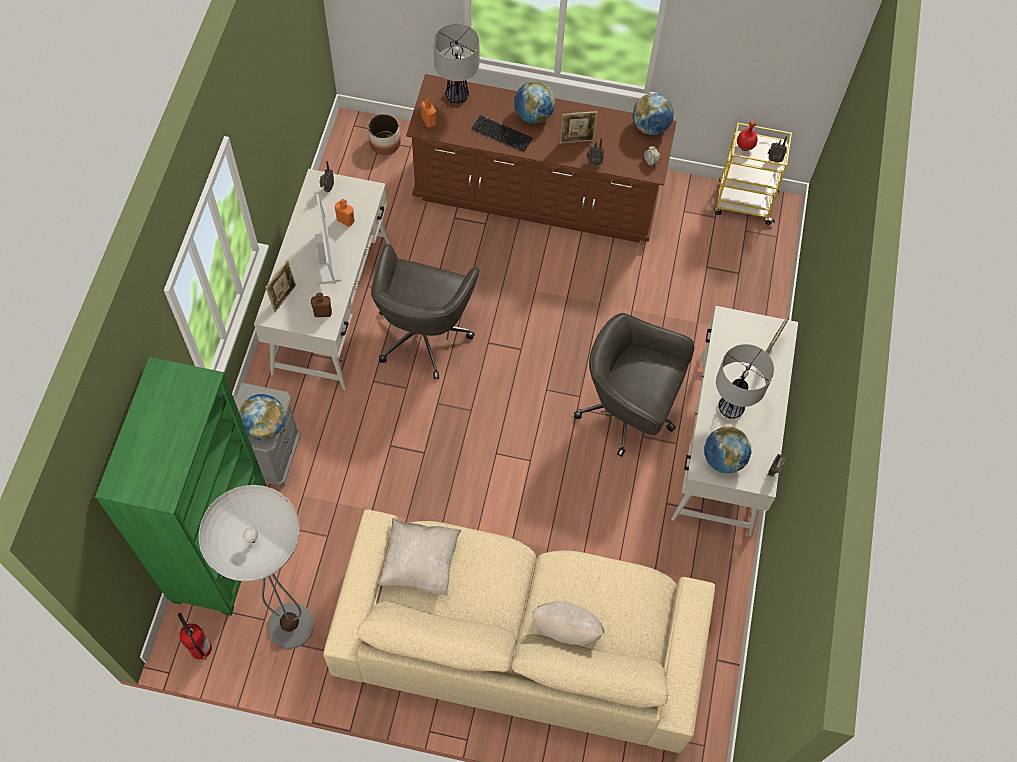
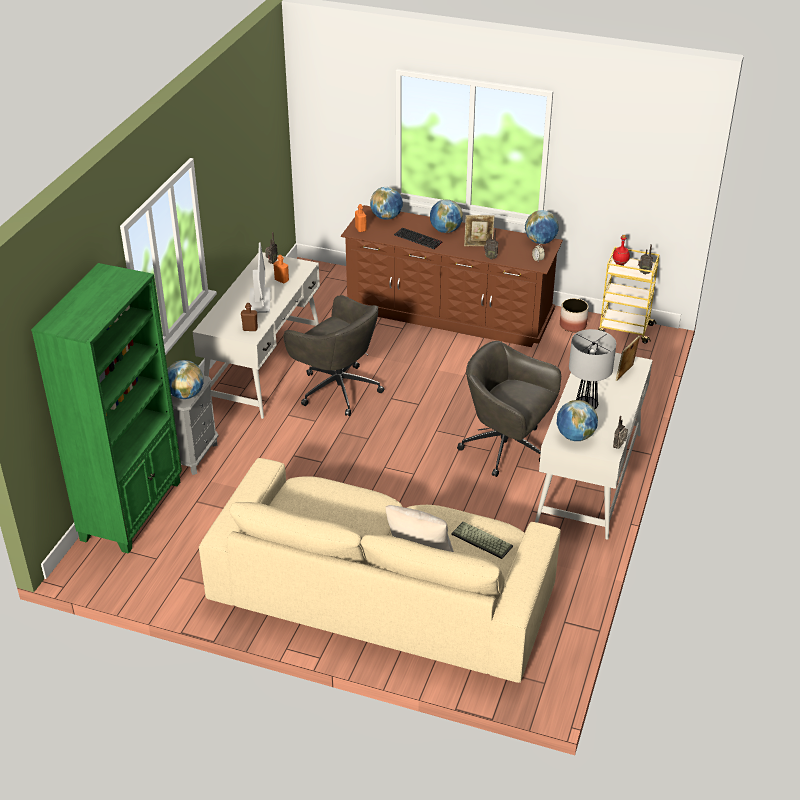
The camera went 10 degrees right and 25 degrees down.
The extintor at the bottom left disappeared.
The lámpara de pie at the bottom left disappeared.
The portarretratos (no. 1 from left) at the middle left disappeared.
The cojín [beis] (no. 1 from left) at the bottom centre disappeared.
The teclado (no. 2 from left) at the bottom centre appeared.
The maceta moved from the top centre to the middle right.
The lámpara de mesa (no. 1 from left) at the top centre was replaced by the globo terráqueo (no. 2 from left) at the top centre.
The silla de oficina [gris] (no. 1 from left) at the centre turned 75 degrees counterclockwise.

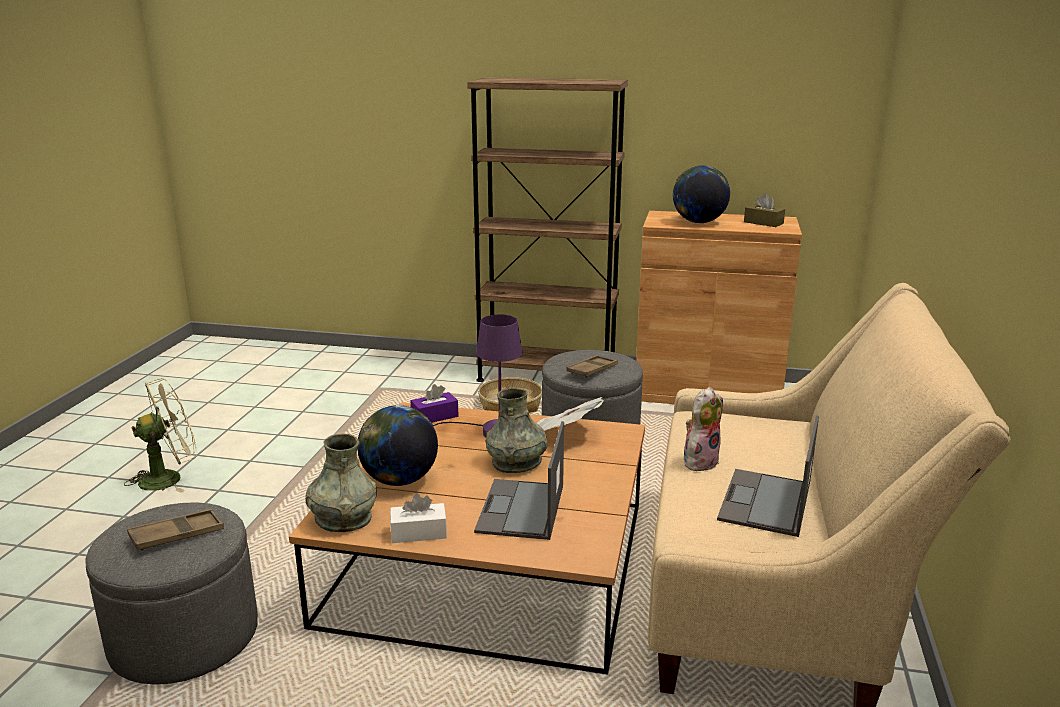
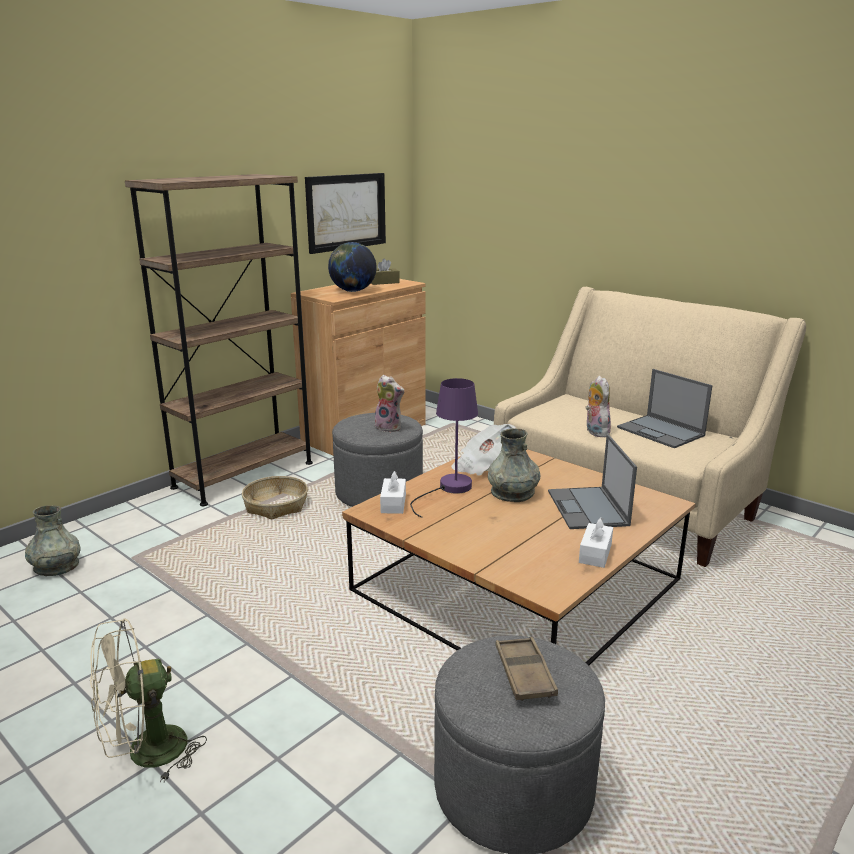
The camera went 60 degrees left and 0 degrees up.
The globo terráqueo (no. 1 from left) at the centre disappeared.
The cuadro at the top centre appeared.
The florero [gris] (no. 1 from left) moved from the bottom left to the middle left.
The bandeja [marrón] (no. 2 from left) at the centre was replaced by the peluche (no. 1 from left) at the centre.
The caja de pañuelos [morado] at the centre became the caja de pañuelos [blanco] (no. 1 from left) at the centre.
The ventilador [beis] at the middle left turned 120 degrees counterclockwise.
The portátil (no. 1 from left) at the bottom centre turned 45 degrees clockwise.

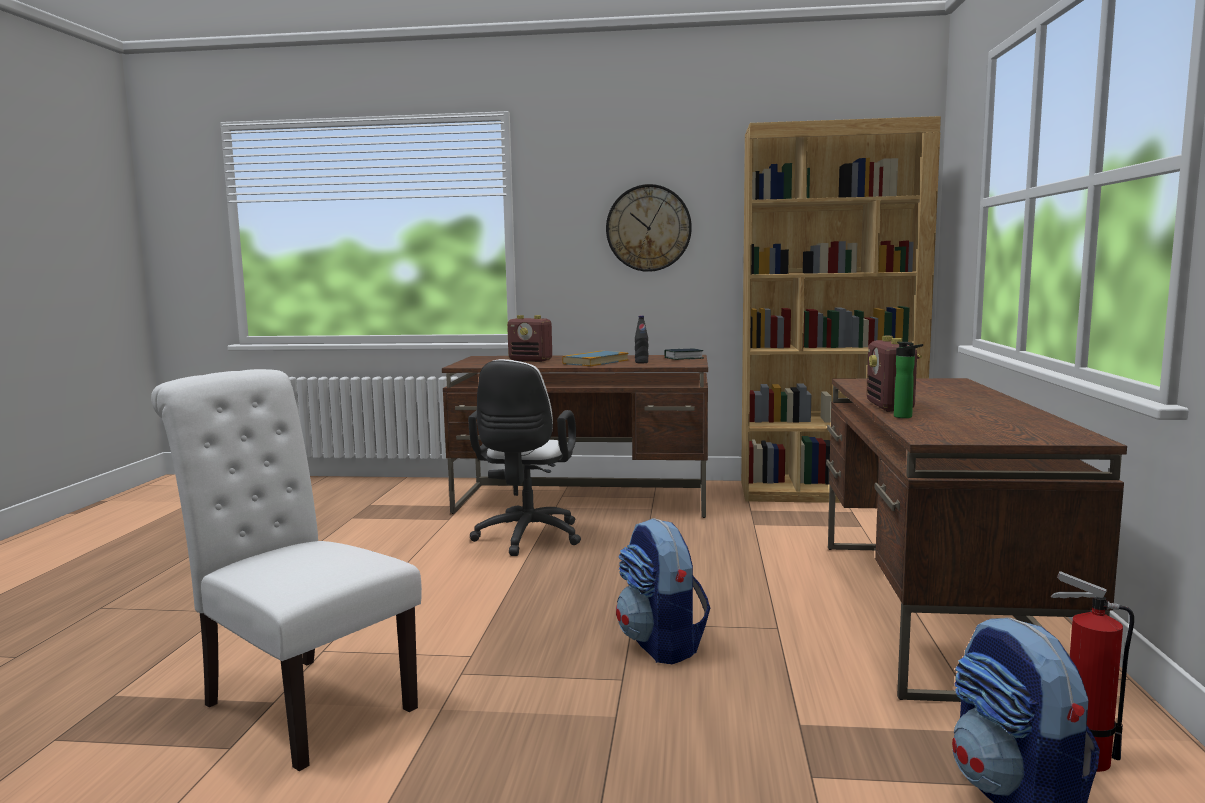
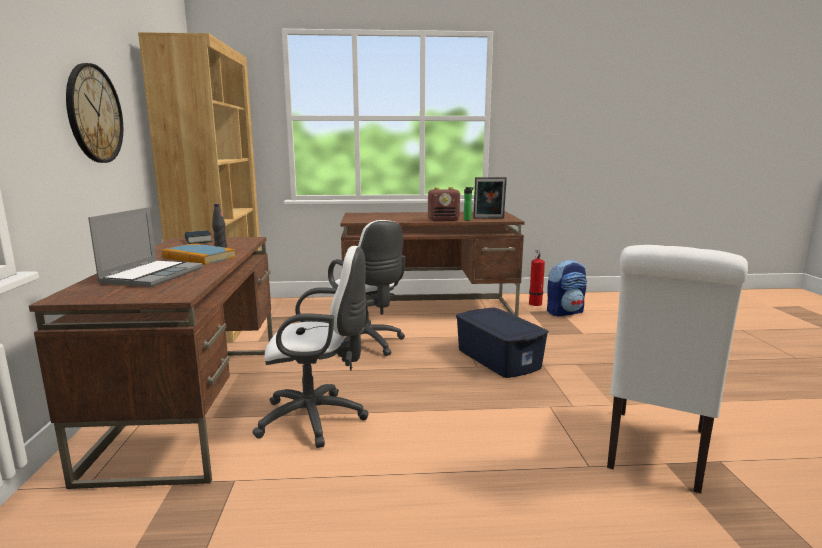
The camera went 100 degrees left and 5 degrees up.
The silla de oficina [blanco] (no. 2 from left) at the centre appeared.
The portarretratos at the centre appeared.
The radio (no. 1 from left) at the centre was replaced by the portátil at the middle left.
The mochila (no. 1 from left) at the bottom centre was replaced by the caja de almacenaje [azul] at the centre.

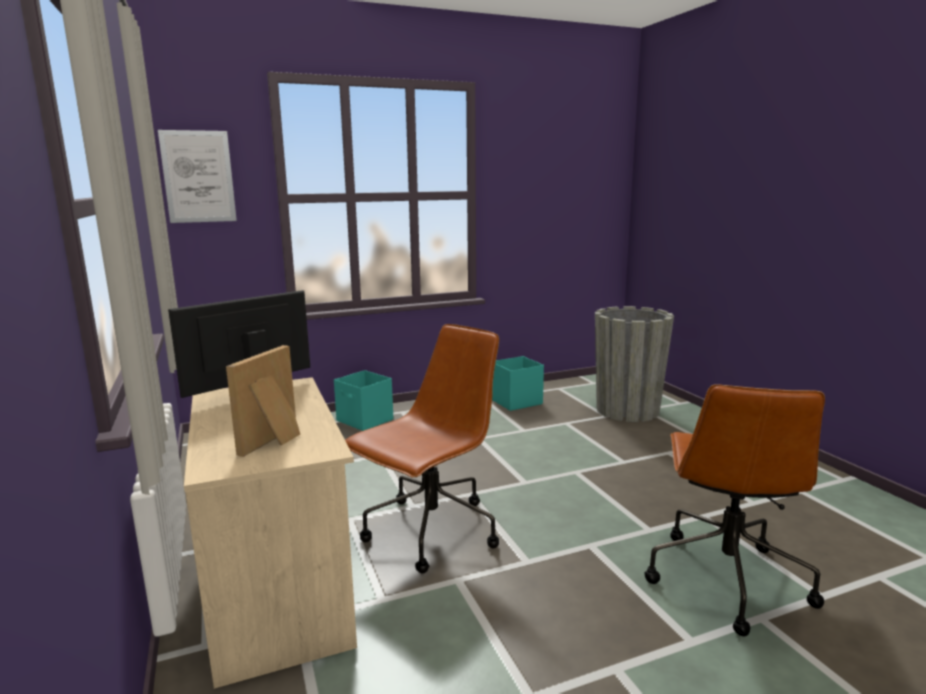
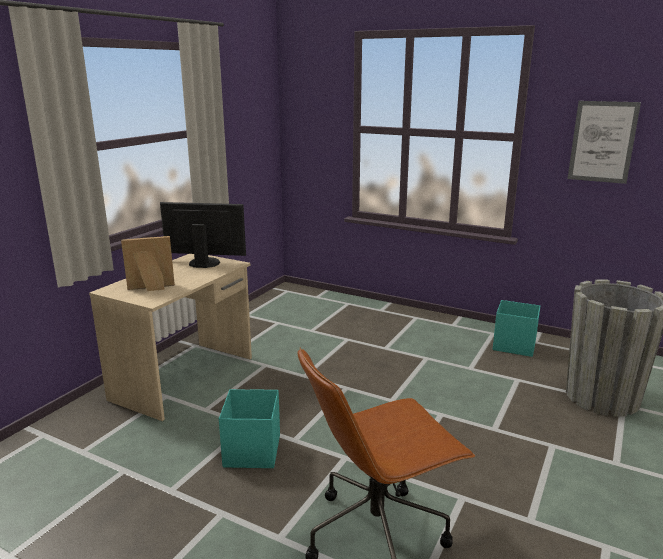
The camera went 50 degrees right and 5 degrees up.
The silla de oficina [marrón] (no. 1 from left) at the centre disappeared.
The cuadro moved from the top left to the top right.
The caja de almacenaje [turquesa] (no. 1 from left) moved from the centre to the bottom centre.

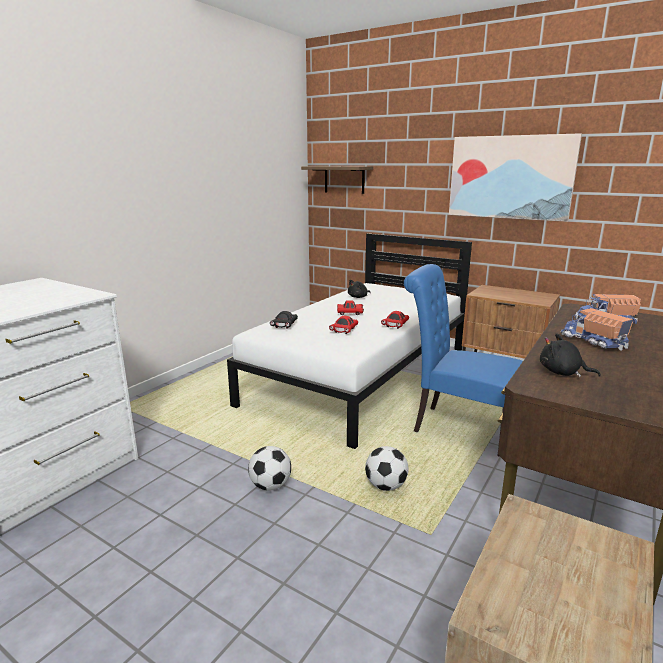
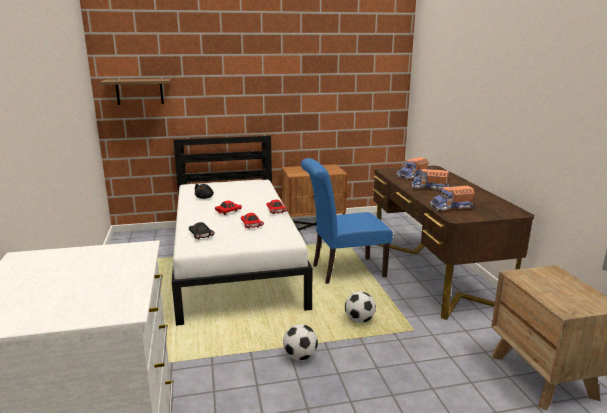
The camera went 45 degrees left and 0 degrees up.
The cuadro at the top right disappeared.
The peluche [negro] (no. 2 from left) at the middle right was replaced by the camión de juguete (no. 3 from left) at the middle right.

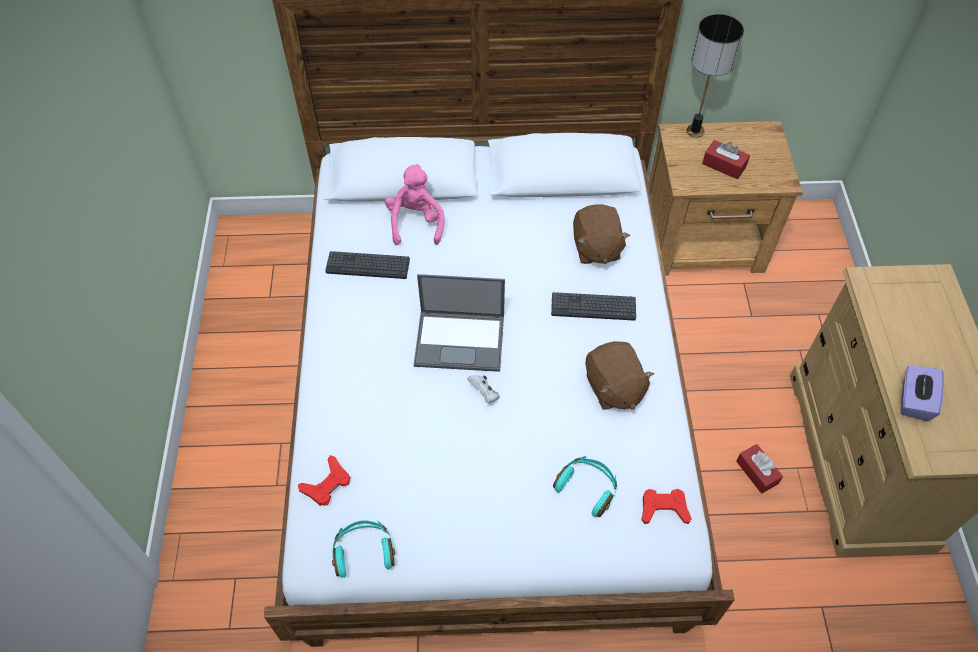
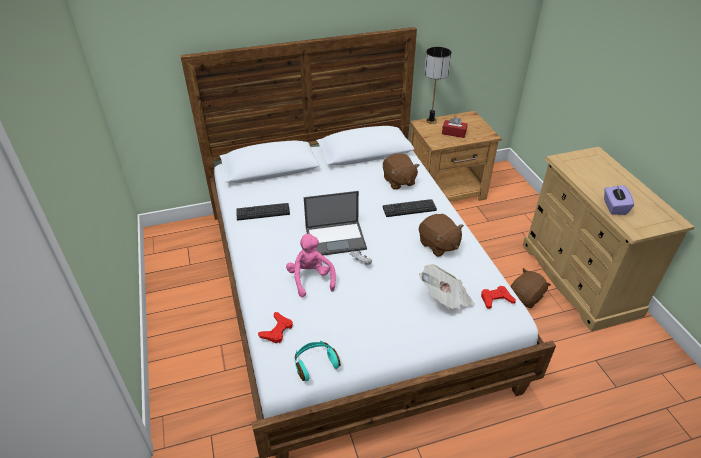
The camera went 15 degrees left and 15 degrees down.
The peluche [rosa] moved from the top centre to the centre.
The auriculares [turquesa] (no. 2 from left) at the bottom centre was replaced by the periódico at the centre.
The caja de pañuelos [rojo] (no. 2 from left) at the bottom right was replaced by the peluche [marrón] (no. 3 from left) at the middle right.

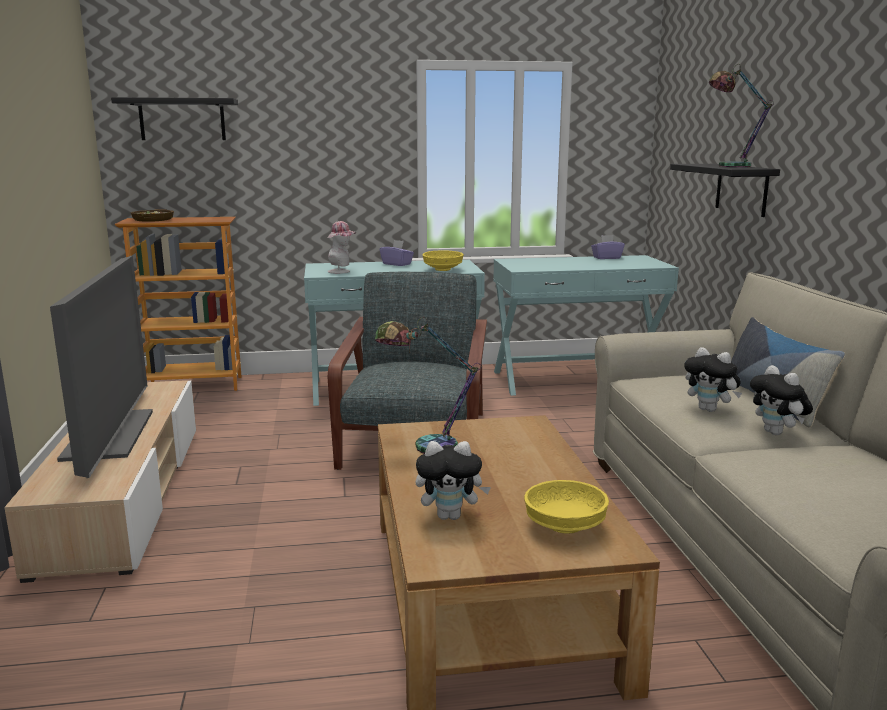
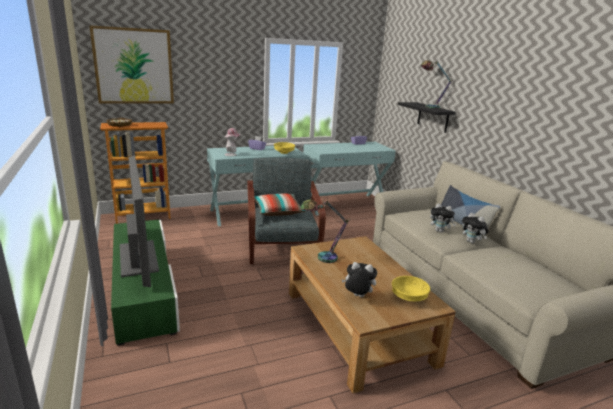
The camera went 15 degrees left and 5 degrees up.
The cojín (no. 1 from left) at the centre appeared.
The estante [negro] (no. 1 from left) at the top left was replaced by the cuadro at the top left.
The mueble de televisión [beis] at the bottom left became the mueble de televisión [verde] at the bottom left.
The peluche (no. 1 from left) at the bottom centre turned 150 degrees counterclockwise.

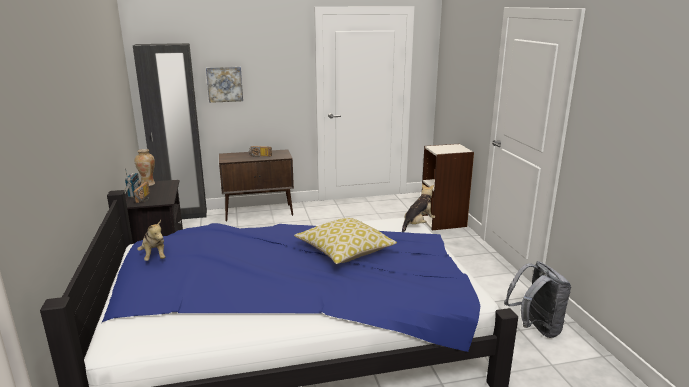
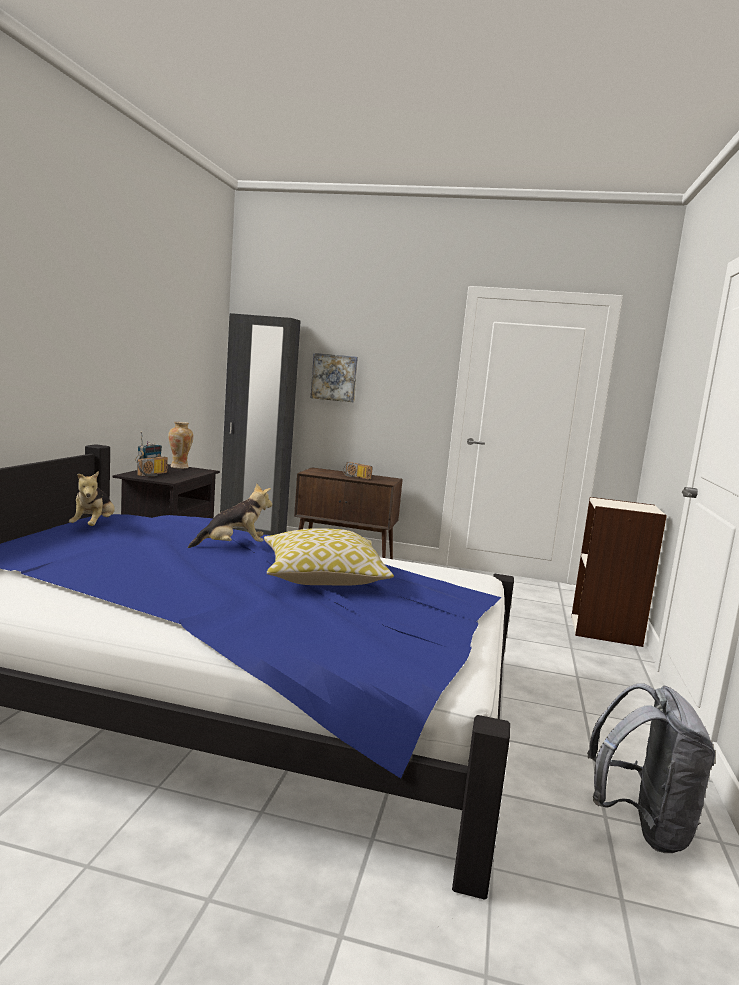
The camera went 25 degrees right and 10 degrees down.
The peluche (no. 2 from left) moved from the centre to the middle left.

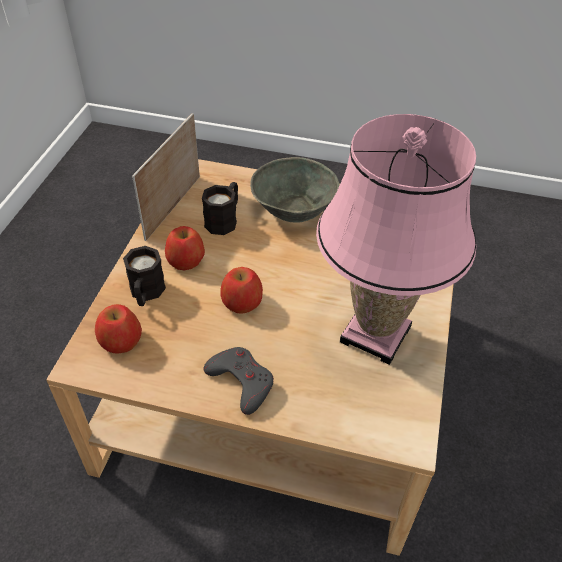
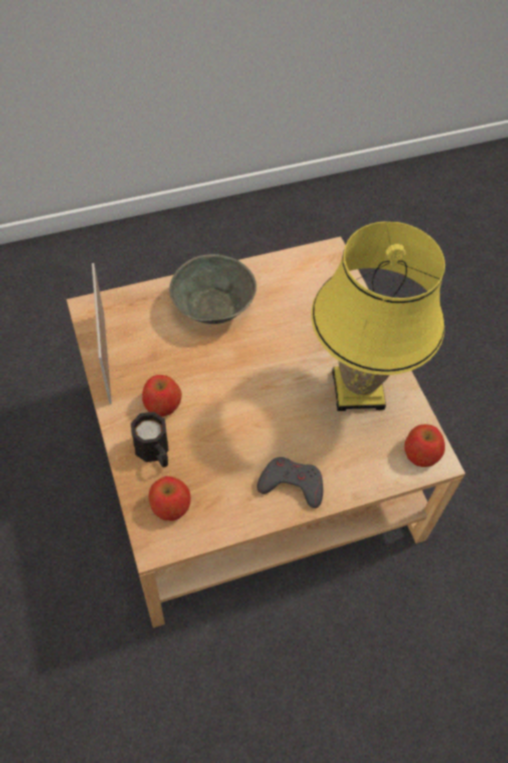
The camera went 35 degrees left and 10 degrees up.
The taza grande [negro] (no. 2 from left) at the centre disappeared.
The manzana (no. 3 from left) moved from the centre to the middle right.
The lámpara de mesa [rosa] at the middle right became the lámpara de mesa [amarillo] at the middle right.

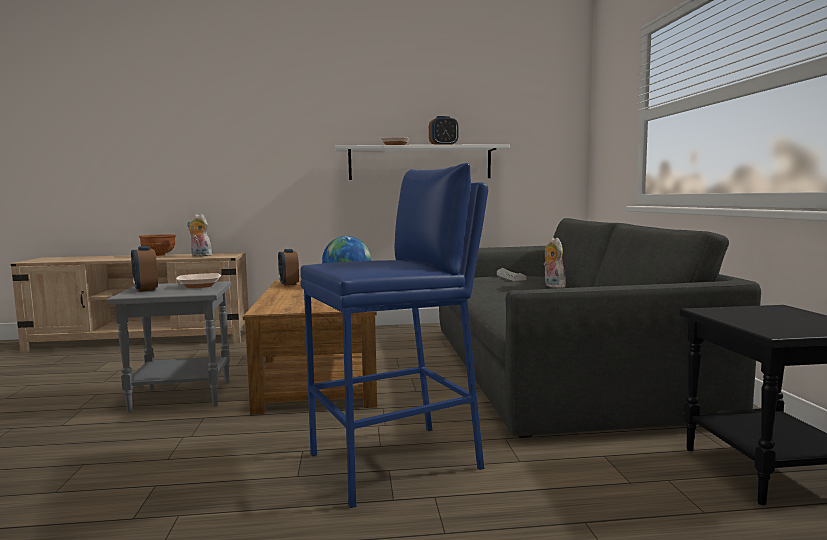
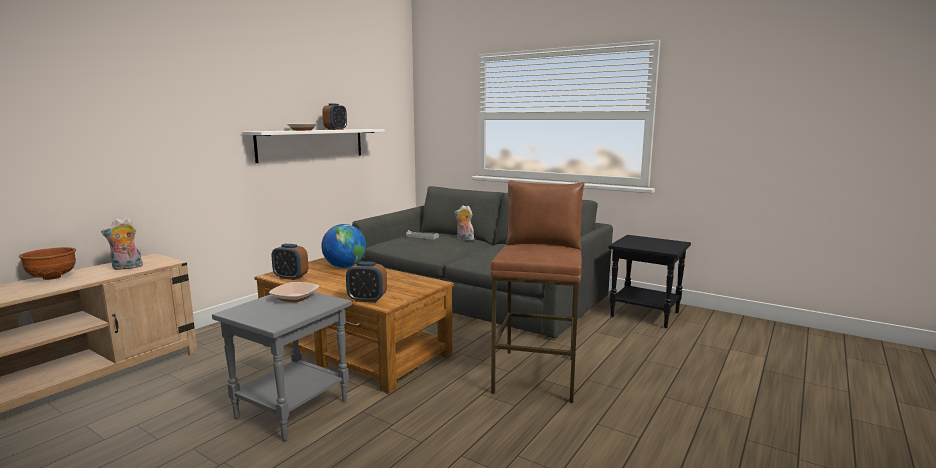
The camera went 50 degrees left and 5 degrees up.
The despertador (no. 1 from left in the first image) moved from the middle left to the centre.
The taburete [azul] at the centre became the taburete [marrón] at the centre.

